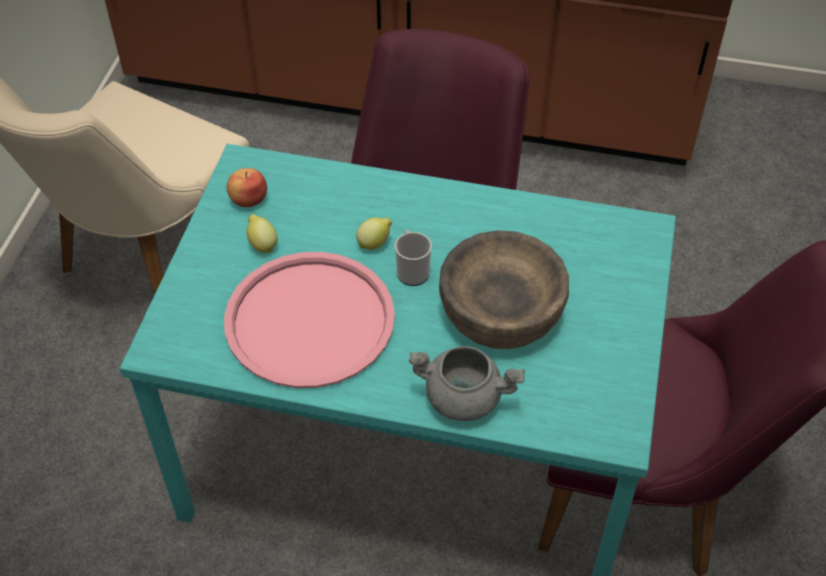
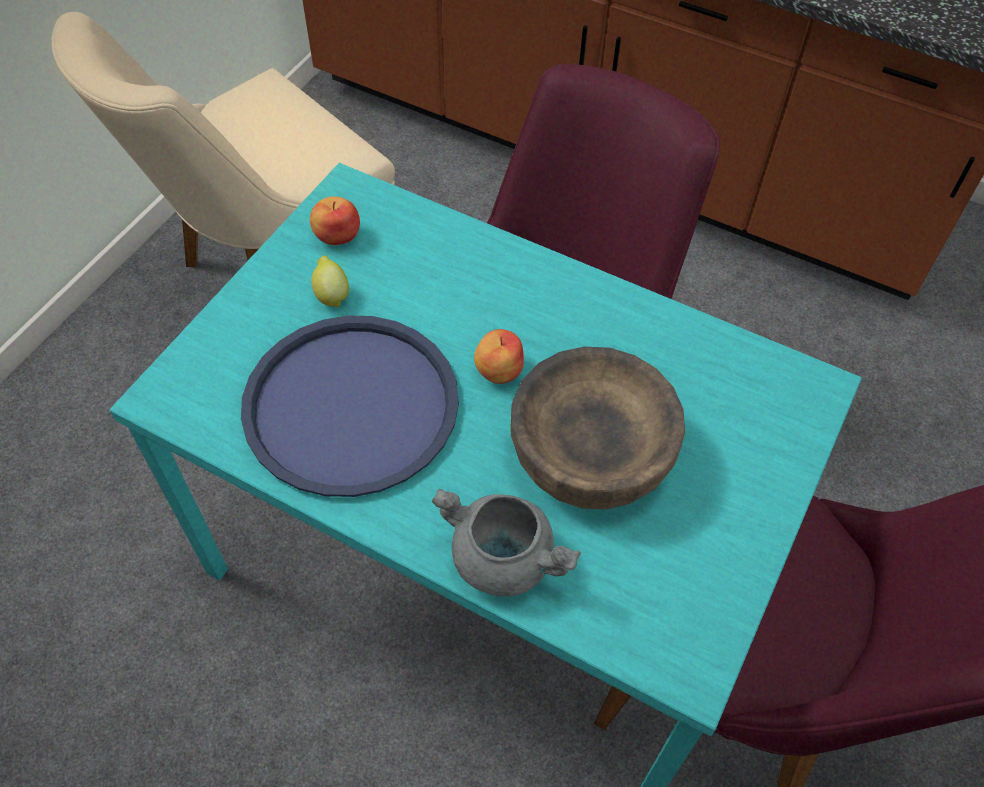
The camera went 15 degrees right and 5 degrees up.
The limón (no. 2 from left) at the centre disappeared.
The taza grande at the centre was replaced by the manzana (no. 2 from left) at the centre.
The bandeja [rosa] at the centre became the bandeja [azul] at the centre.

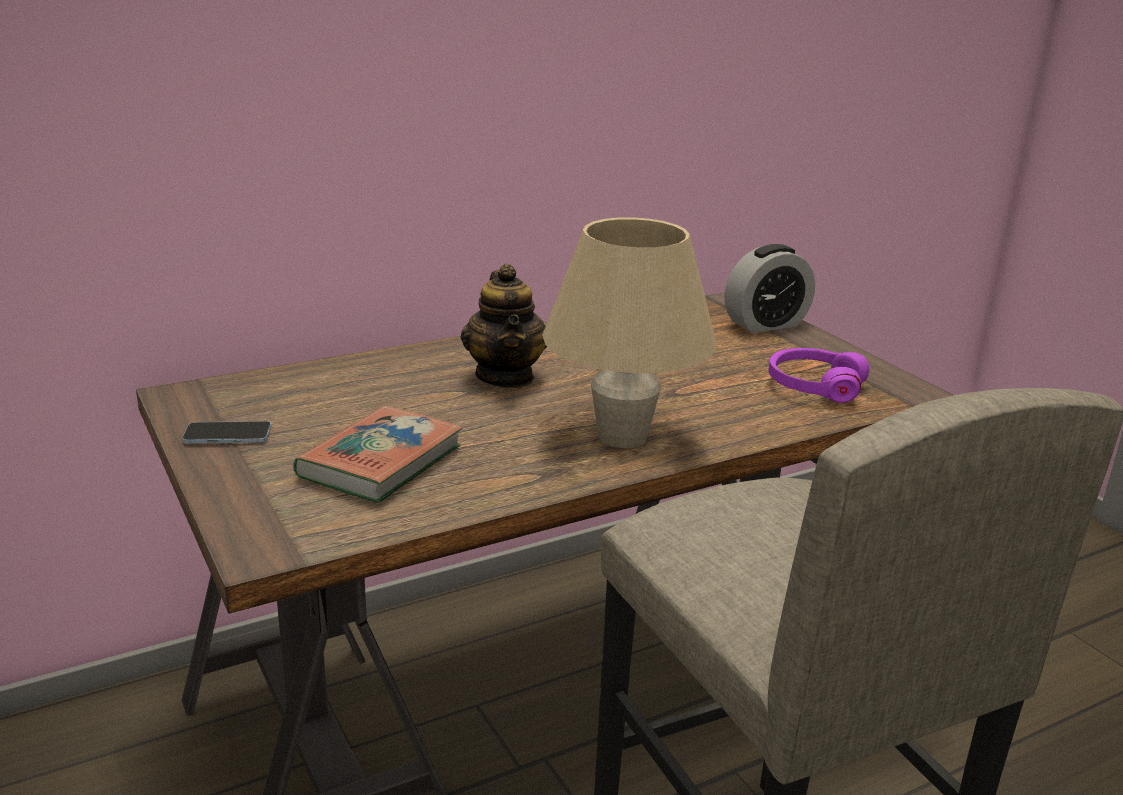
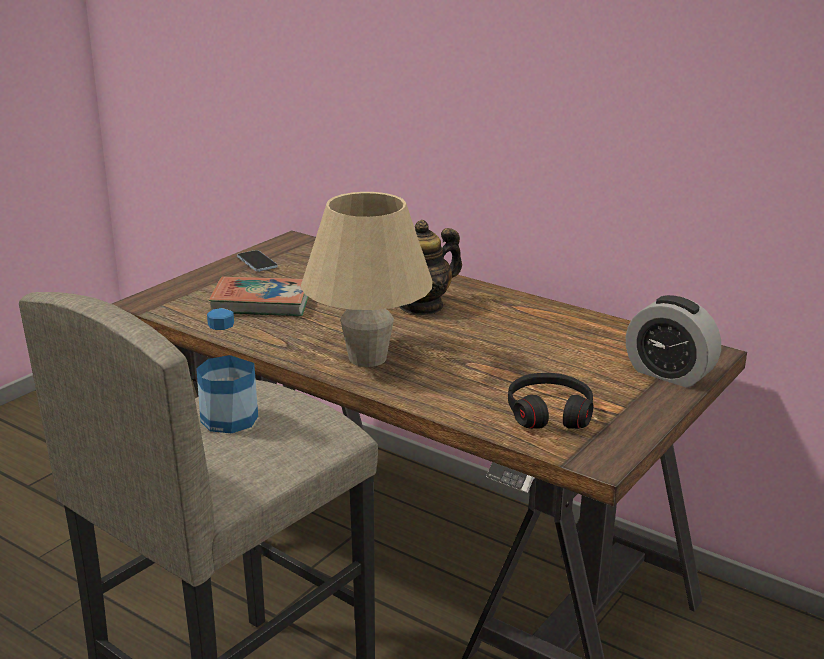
The camera went 65 degrees right and 0 degrees up.
The botella at the middle left appeared.
The auriculares [morado] at the middle right became the auriculares [negro] at the middle right.

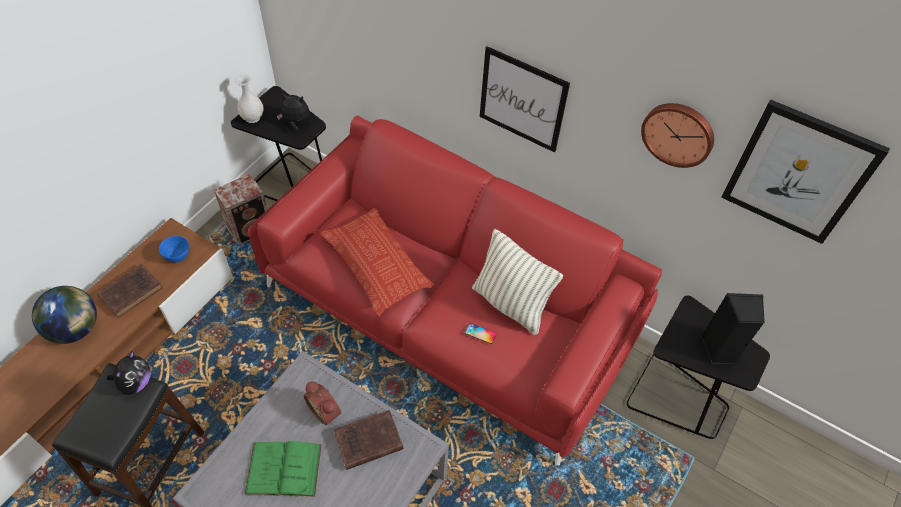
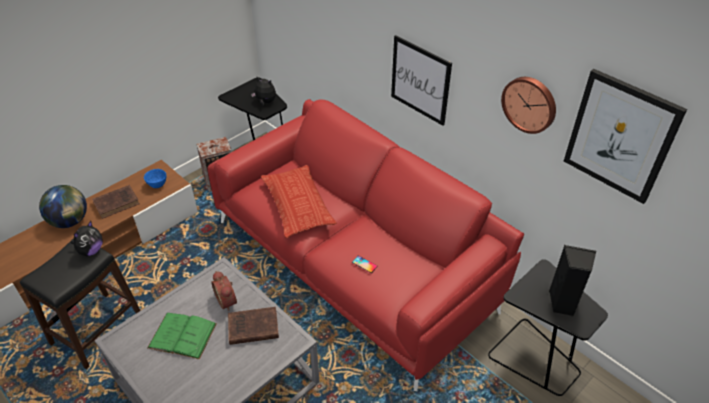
The camera went 15 degrees right and 10 degrees down.
The florero [blanco] at the top left disappeared.
The cojín (no. 2 from left) at the centre disappeared.

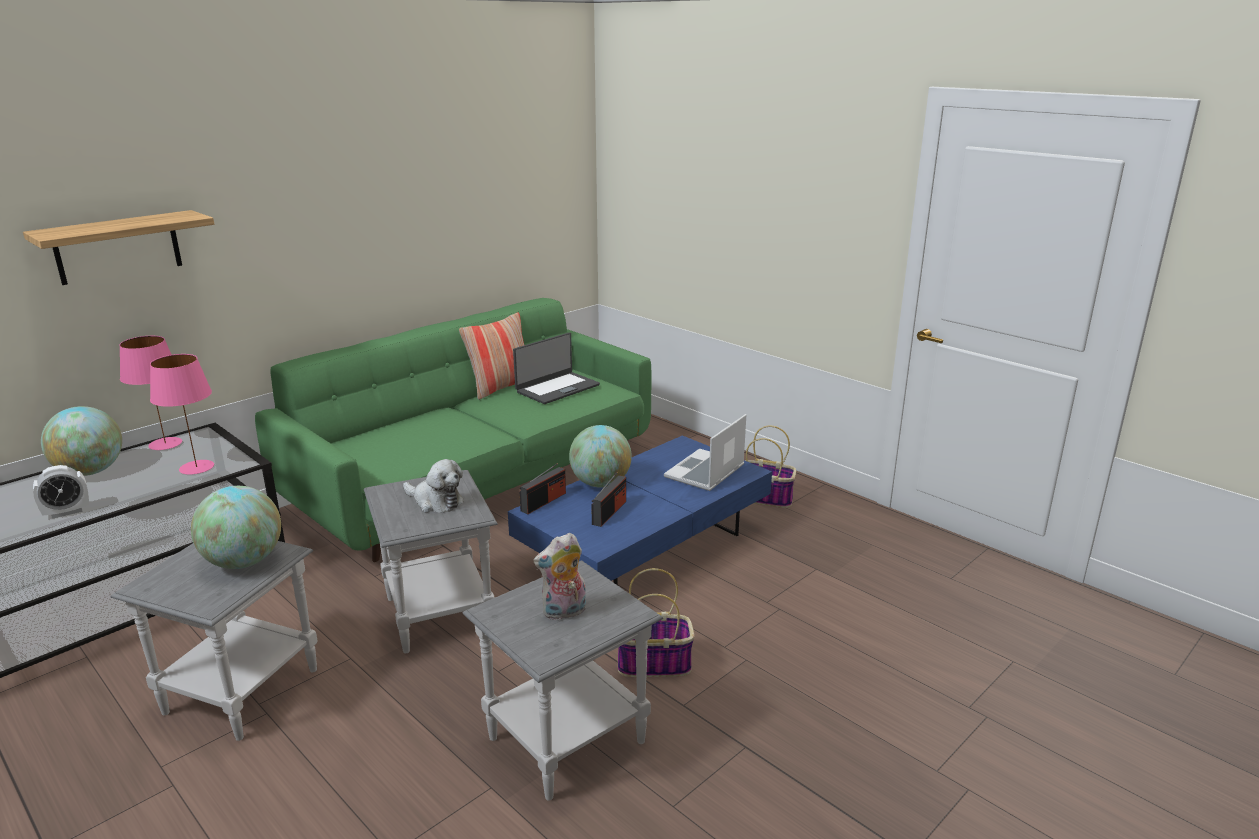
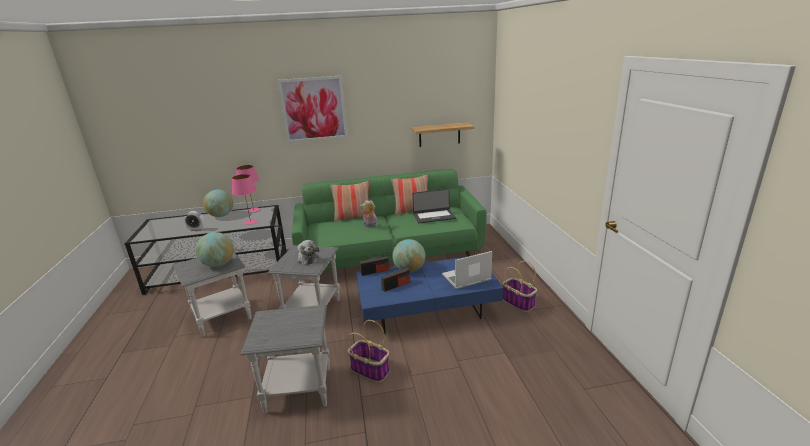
The camera went 35 degrees right and 0 degrees up.
The cuadro at the top centre appeared.
The cojín (no. 1 from left) at the centre appeared.
The estante moved from the top left to the top centre.
The peluche (no. 2 from left) moved from the bottom centre to the centre.

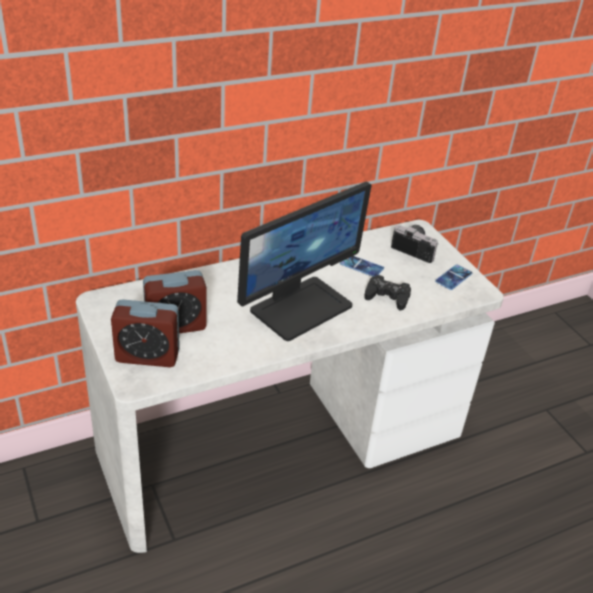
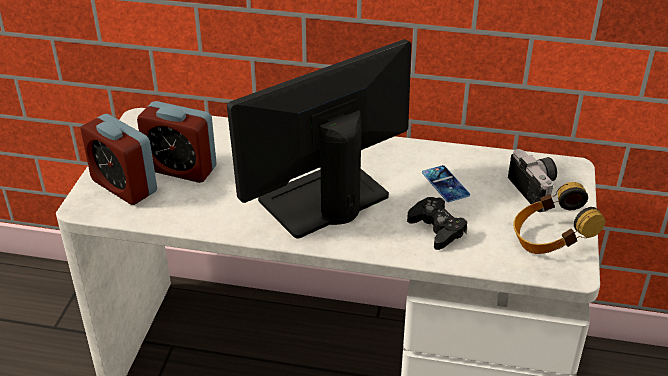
The camera went 40 degrees right and 0 degrees up.
The móvil (no. 2 from left) at the middle right was replaced by the auriculares at the middle right.
The monitor at the centre turned 150 degrees clockwise.

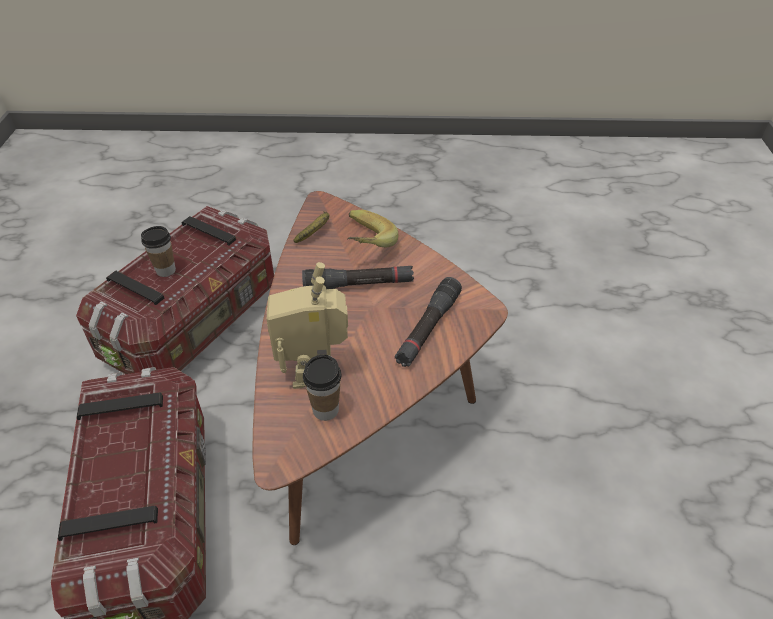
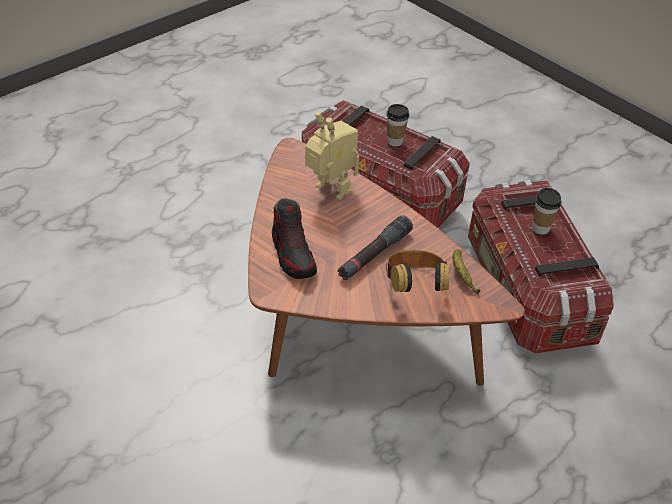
The camera went 135 degrees right and 0 degrees up.
The taza (no. 2 from left in the first image) moved from the centre to the top centre.
The plátano (no. 2 from left) at the centre was replaced by the auriculares at the centre.
The linterna [negro] (no. 2 from left) at the centre was replaced by the zapato at the centre.

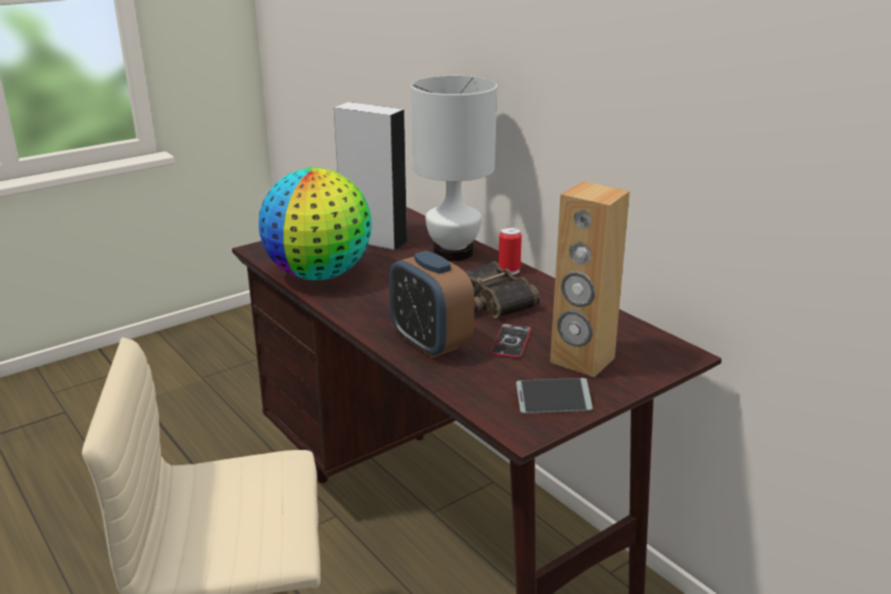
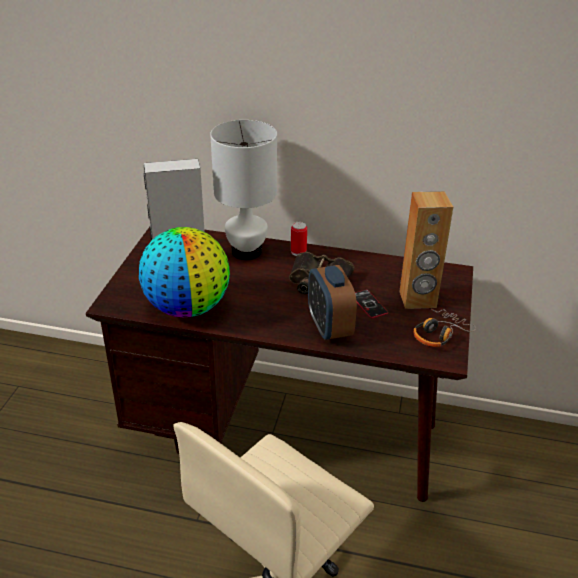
The camera went 40 degrees left and 10 degrees up.
The móvil (no. 2 from left) at the bottom centre was replaced by the auriculares at the middle right.
The despertador at the centre turned 60 degrees clockwise.

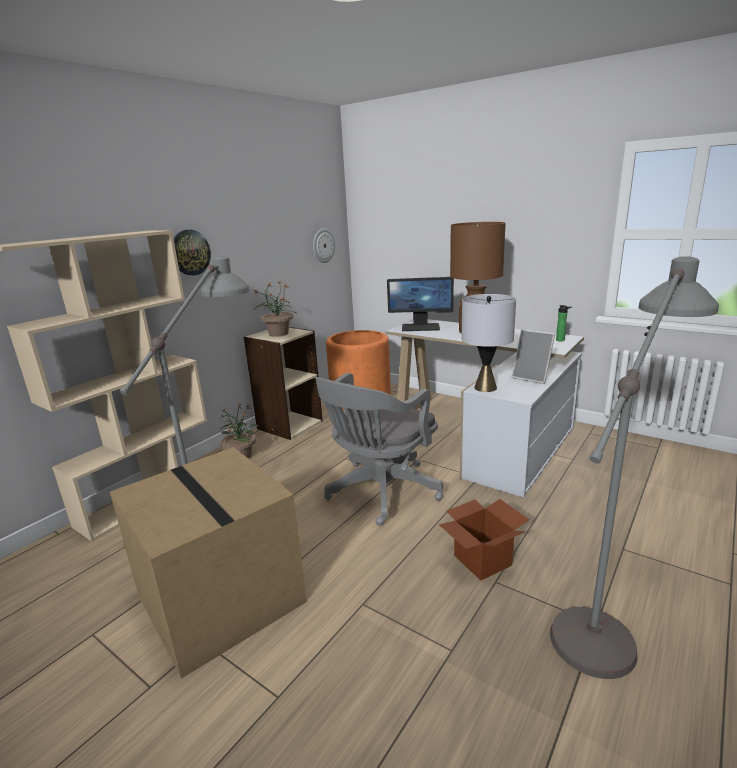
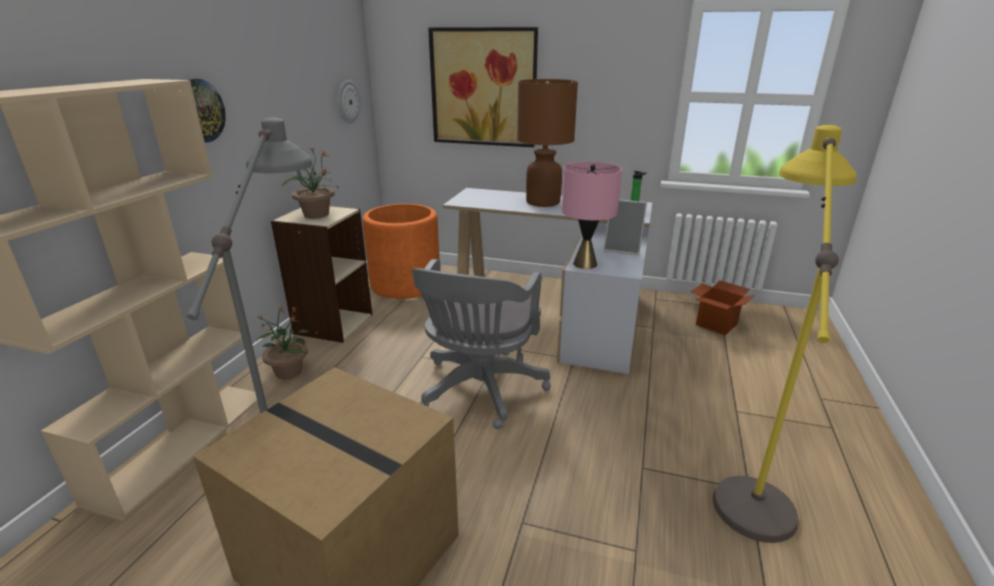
The camera went 20 degrees left and 5 degrees up.
The monitor at the centre disappeared.
The cuadro at the top centre appeared.
The caja de cartón (no. 2 from left) moved from the bottom centre to the middle right.
The lámpara de mesa [gris] at the centre became the lámpara de mesa [rosa] at the centre.
The lámpara de pie [gris] (no. 2 from left) at the middle right became the lámpara de pie [amarillo] at the middle right.

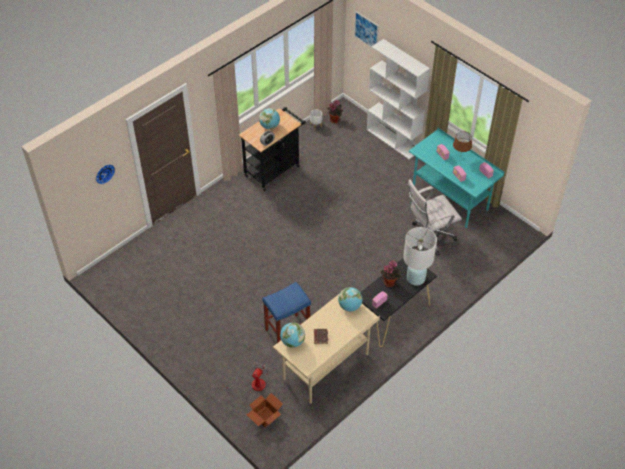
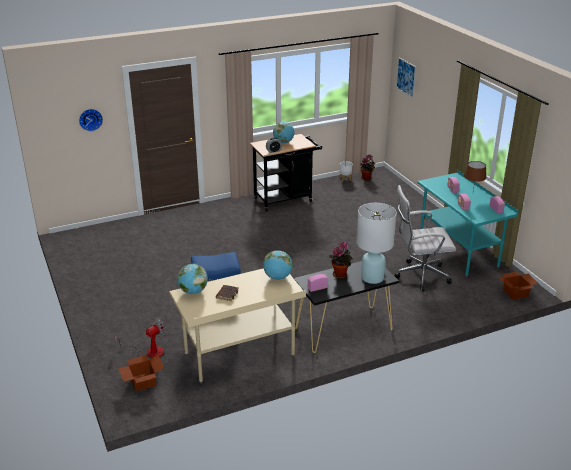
The camera went 20 degrees right and 20 degrees down.
The estantería [blanco] at the top centre disappeared.
The caja de cartón (no. 2 from left) at the middle right appeared.

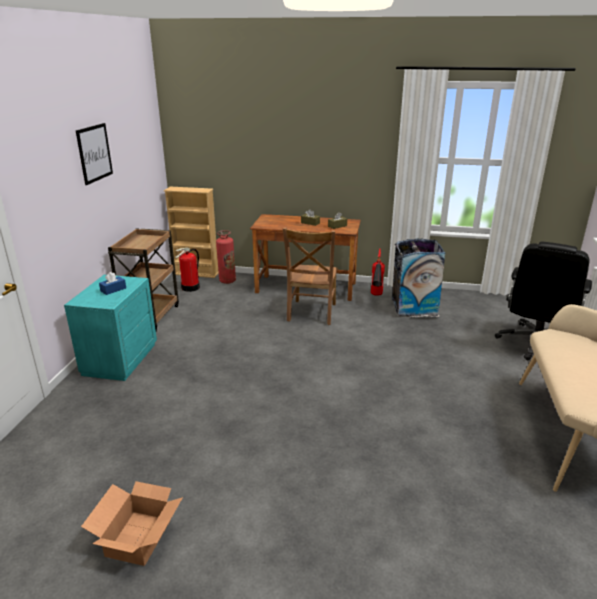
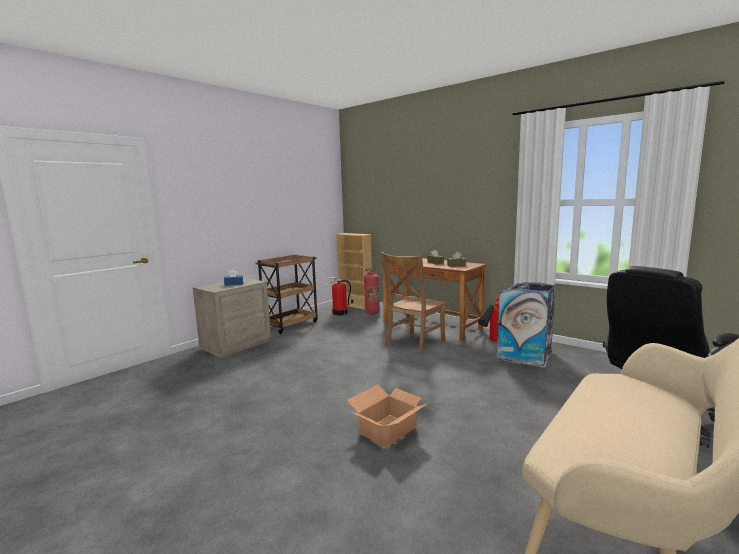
The camera went 30 degrees right and 15 degrees down.
The cuadro at the top left disappeared.
The caja de cartón moved from the bottom left to the bottom centre.
The mesita de noche [turquesa] at the middle left became the mesita de noche [beis] at the middle left.

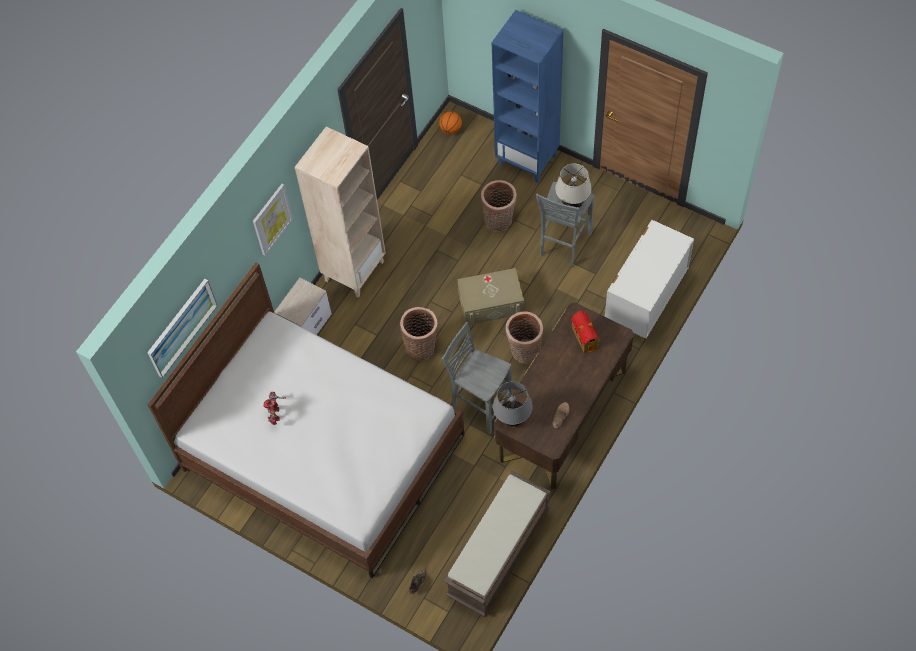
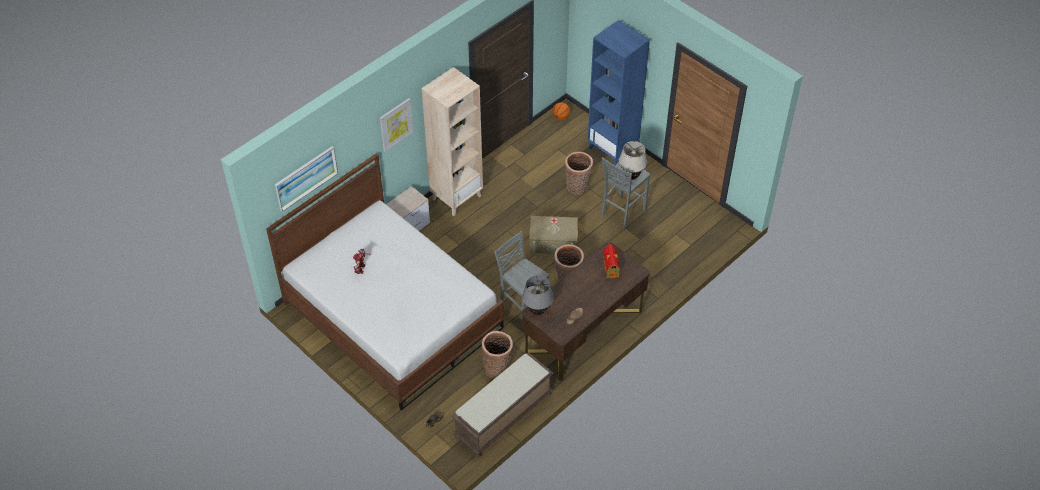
The camera went 10 degrees right and 10 degrees down.
The cómoda [blanco] at the middle right disappeared.
The cesta (no. 1 from left) moved from the centre to the bottom centre.

